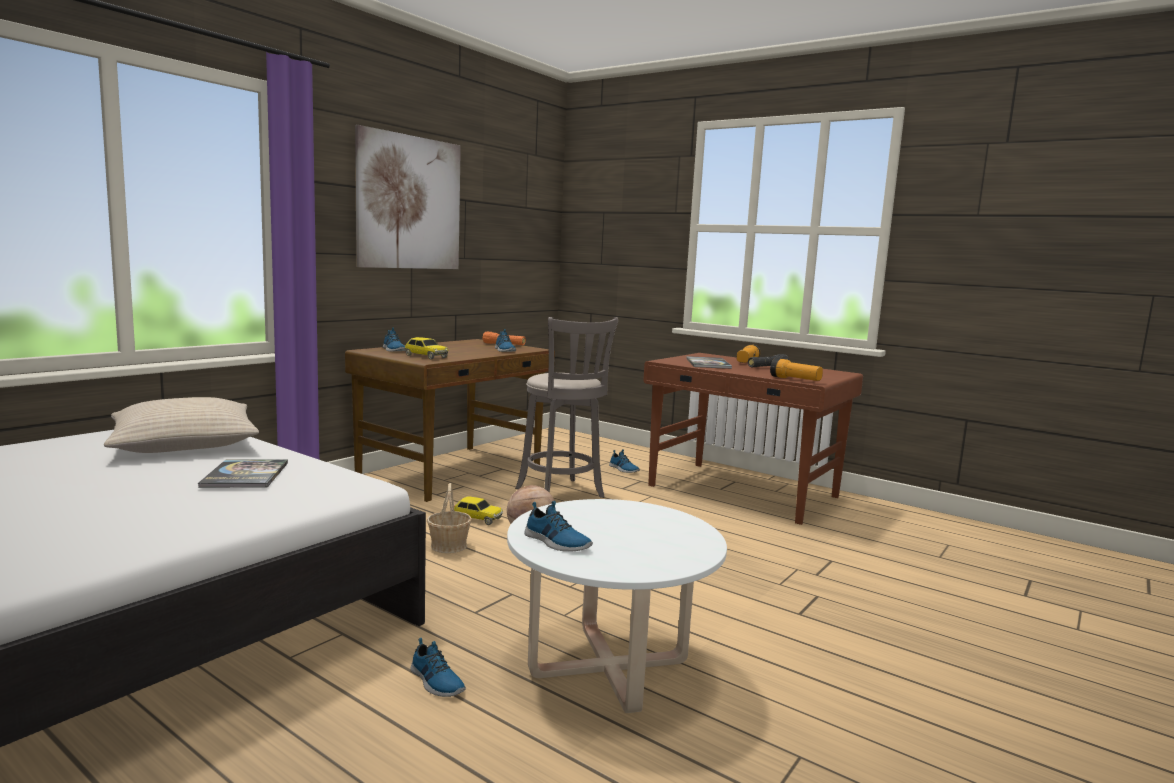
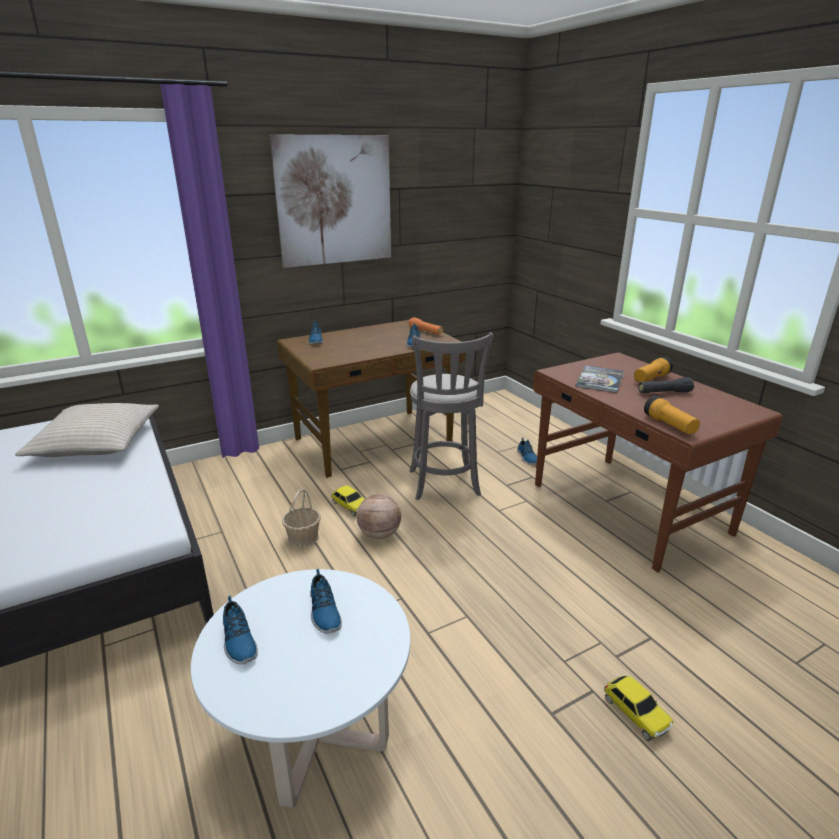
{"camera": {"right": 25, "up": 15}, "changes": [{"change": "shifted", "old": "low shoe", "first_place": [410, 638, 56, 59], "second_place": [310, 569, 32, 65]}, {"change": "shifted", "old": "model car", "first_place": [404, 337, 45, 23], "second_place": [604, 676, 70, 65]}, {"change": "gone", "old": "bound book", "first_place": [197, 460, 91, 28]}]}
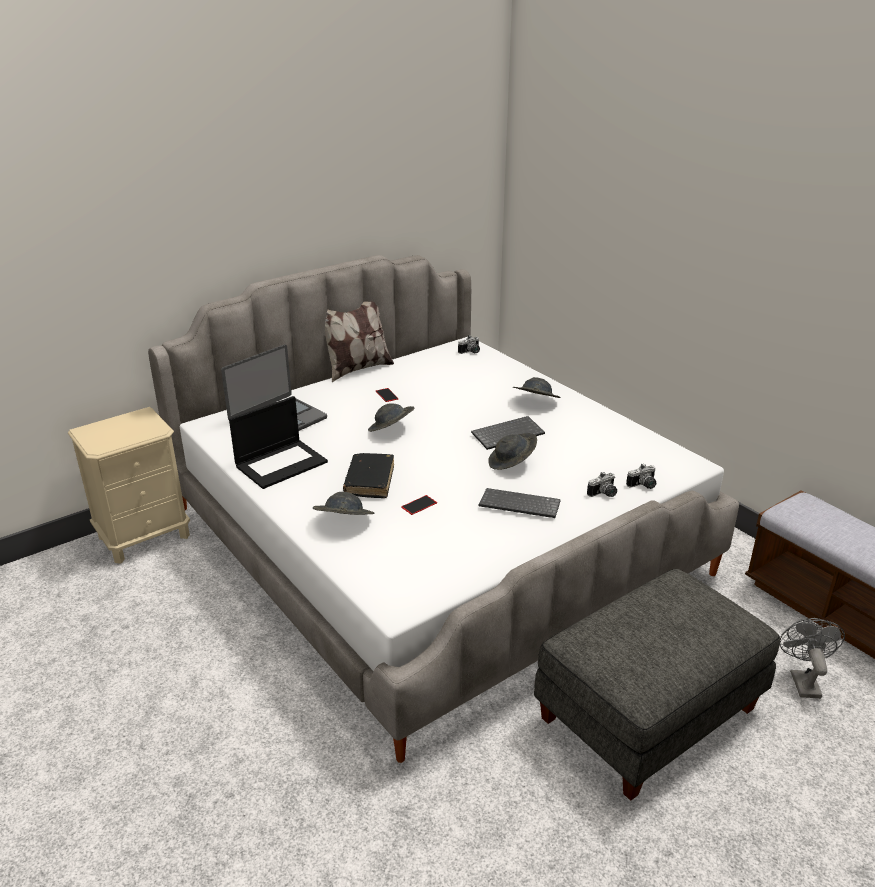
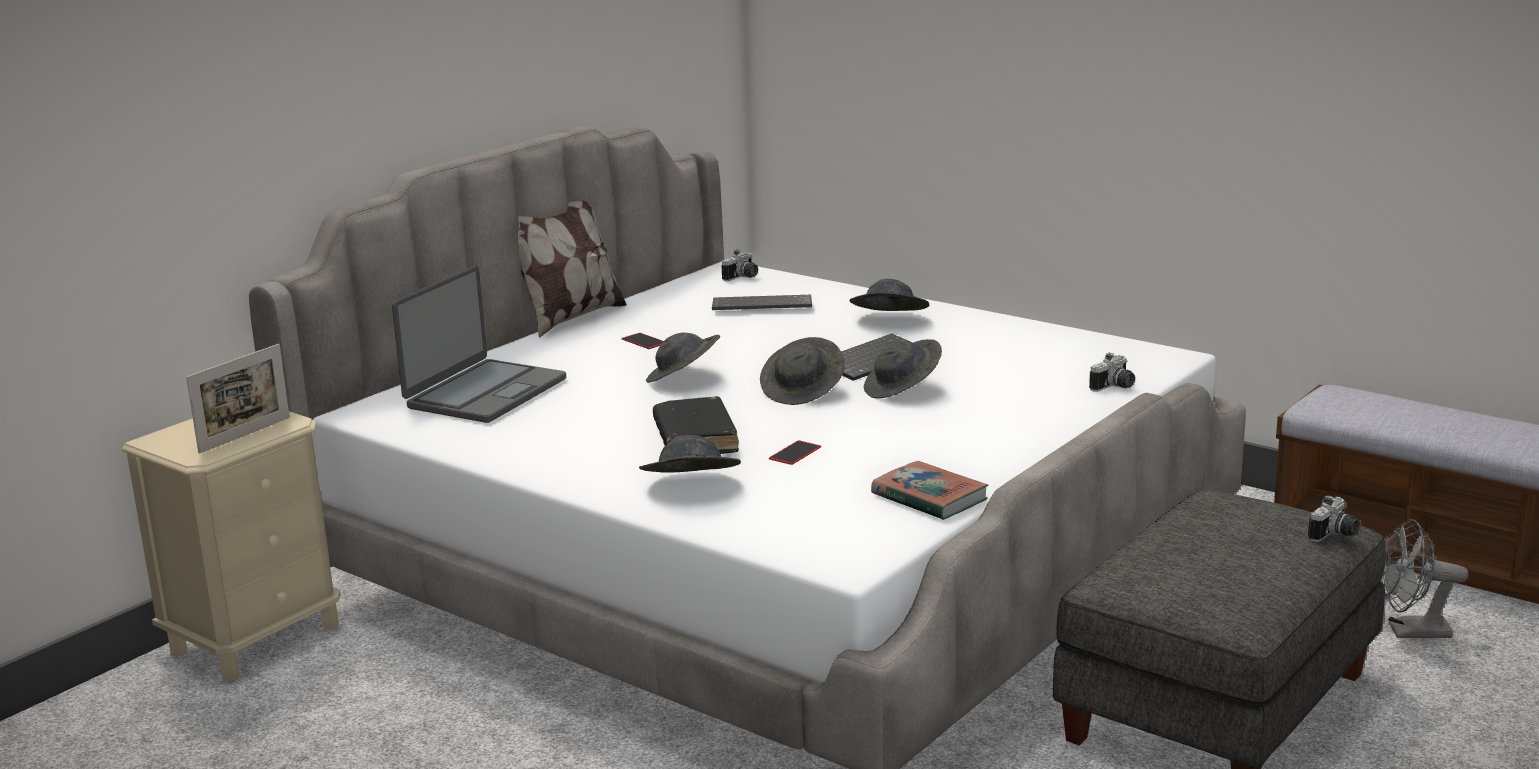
{"camera": {"right": -15, "up": -10}, "changes": [{"change": "new", "new": "picture frame", "second_place": [186, 344, 104, 110]}, {"change": "shifted", "old": "keyboard", "first_place": [479, 488, 82, 30], "second_place": [712, 295, 100, 15]}, {"change": "new", "new": "wearable hat (greyish)", "second_place": [760, 337, 85, 68]}, {"change": "new", "new": "bound book", "second_place": [871, 461, 117, 59]}, {"change": "shifted", "old": "still camera", "first_place": [587, 472, 30, 25], "second_place": [1308, 495, 51, 47]}, {"change": "rotated", "old": "cooling fan (greyish)", "first_place": [780, 618, 65, 80], "second_place": [1380, 519, 88, 119], "degrees": -75}, {"change": "gone", "old": "laptop", "first_place": [229, 396, 99, 93]}]}
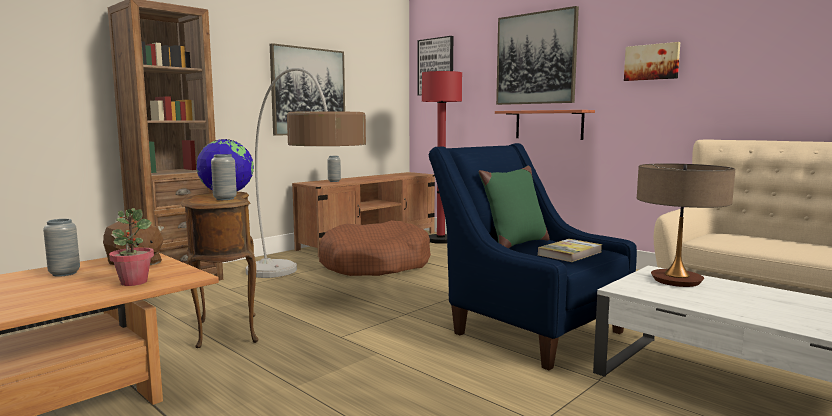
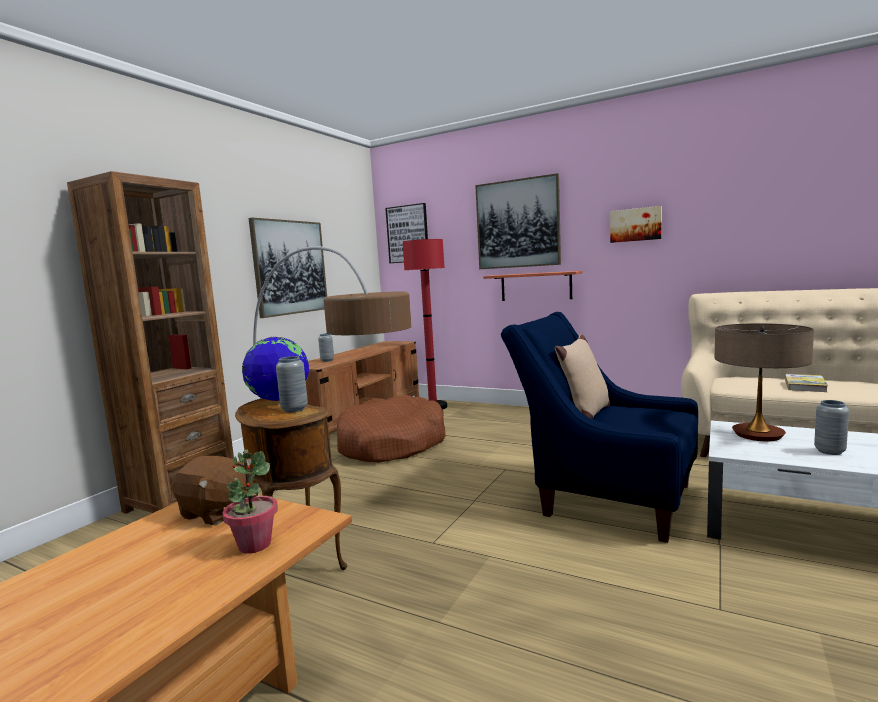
{"camera": {"right": -15, "up": 0}, "changes": [{"change": "repainted", "old": "cushion (green-coloured)", "new": "cushion (sand-coloured)", "first_place": [479, 166, 71, 82], "second_place": [555, 334, 55, 85]}, {"change": "shifted", "old": "bound book", "first_place": [538, 239, 65, 23], "second_place": [785, 374, 43, 18]}, {"change": "shifted", "old": "decorative vase (greyish)", "first_place": [43, 219, 37, 58], "second_place": [814, 400, 35, 55]}]}
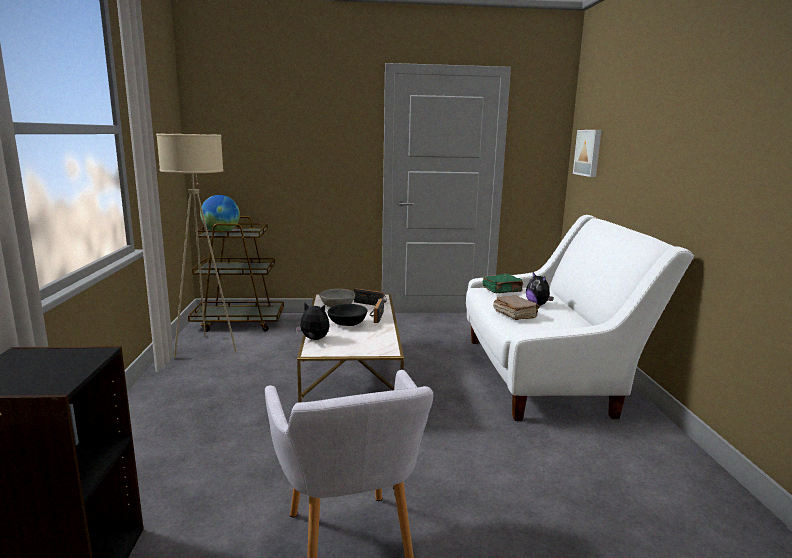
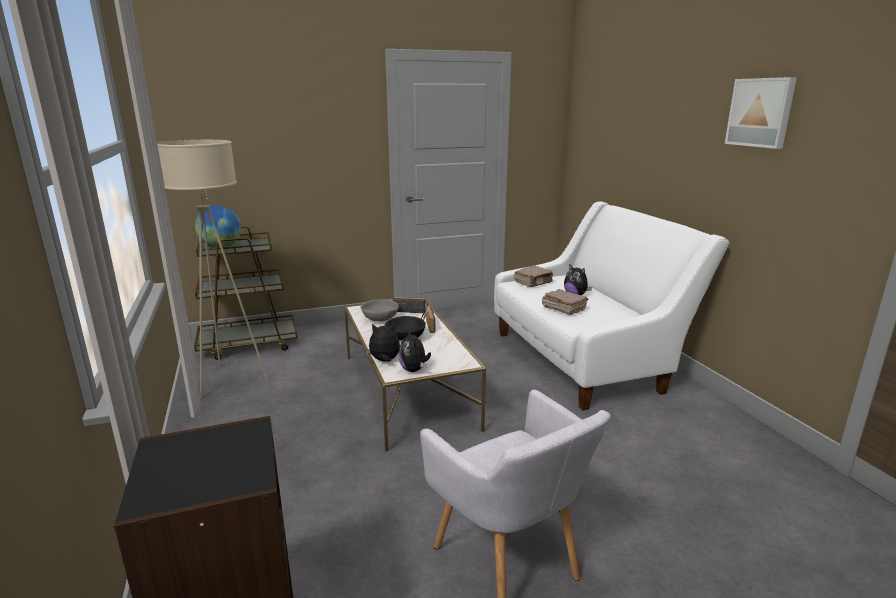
{"camera": {"right": -15, "up": 5}, "changes": [{"change": "new", "new": "cuddly toy", "second_place": [398, 330, 33, 42]}, {"change": "repainted", "old": "bound book (green-coloured)", "new": "bound book (brown-coloured)", "first_place": [483, 274, 40, 19], "second_place": [514, 266, 39, 21]}, {"change": "shifted", "old": "wall picture", "first_place": [573, 130, 28, 47], "second_place": [725, 77, 72, 72]}]}
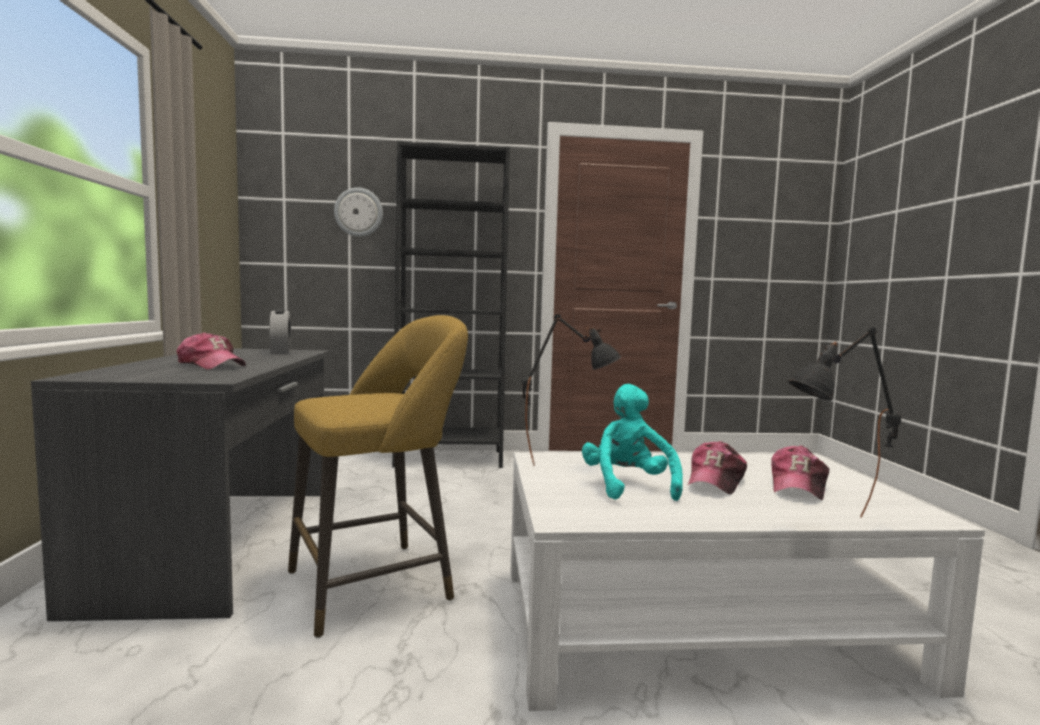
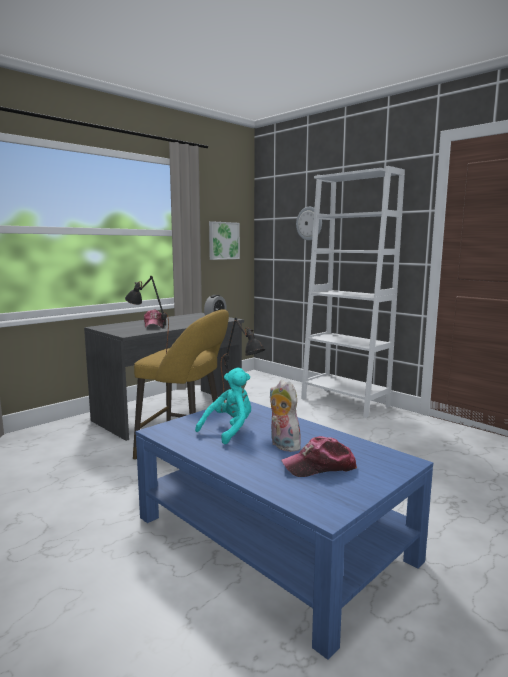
{"camera": {"right": 50, "up": 5}, "changes": [{"change": "shifted", "old": "lamp for a table (black)", "first_place": [788, 327, 114, 190], "second_place": [125, 276, 44, 77]}, {"change": "repainted", "old": "low table (white-coloured)", "new": "low table (bluish)", "first_place": [510, 452, 475, 259], "second_place": [135, 401, 298, 259]}, {"change": "new", "new": "wall picture", "second_place": [209, 221, 31, 39]}, {"change": "swapped", "old": "cap", "new": "cuddly toy", "first_place": [687, 441, 60, 53], "second_place": [270, 380, 31, 72]}, {"change": "repainted", "old": "bookshelf (black)", "new": "bookshelf (white-coloured)", "first_place": [392, 142, 118, 326], "second_place": [301, 166, 104, 252]}]}
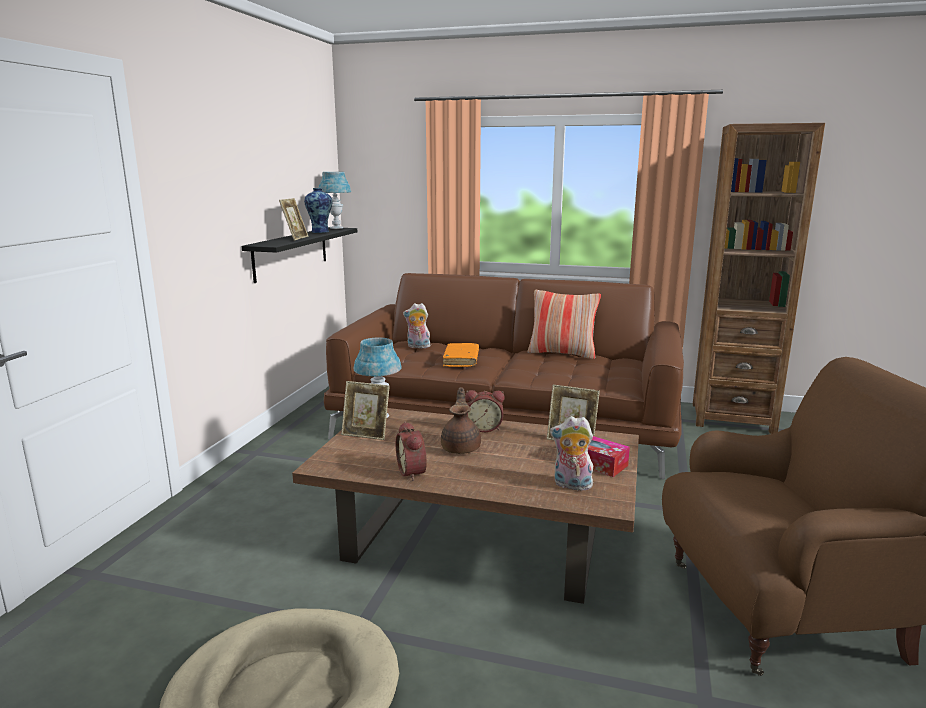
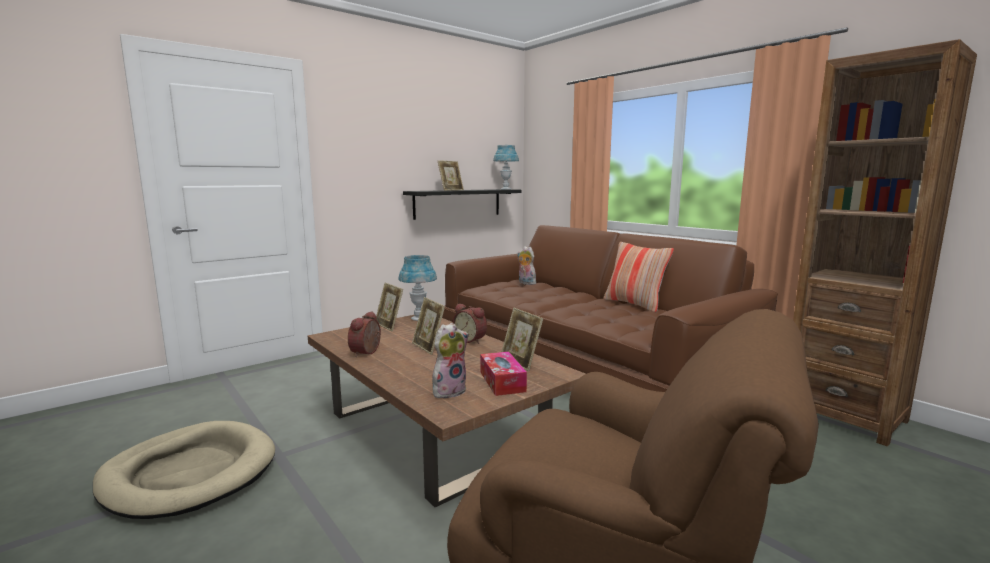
{"camera": {"right": 35, "up": -5}, "changes": [{"change": "swapped", "old": "tea pot (brown-coloured)", "new": "picture frame", "first_place": [441, 387, 40, 67], "second_place": [412, 297, 33, 58]}, {"change": "rotated", "old": "cuddly toy", "first_place": [550, 416, 43, 75], "second_place": [432, 323, 37, 77], "degrees": 90}, {"change": "gone", "old": "decorative vase", "first_place": [304, 188, 28, 45]}, {"change": "gone", "old": "bound book (orange-coloured)", "first_place": [443, 343, 36, 24]}]}
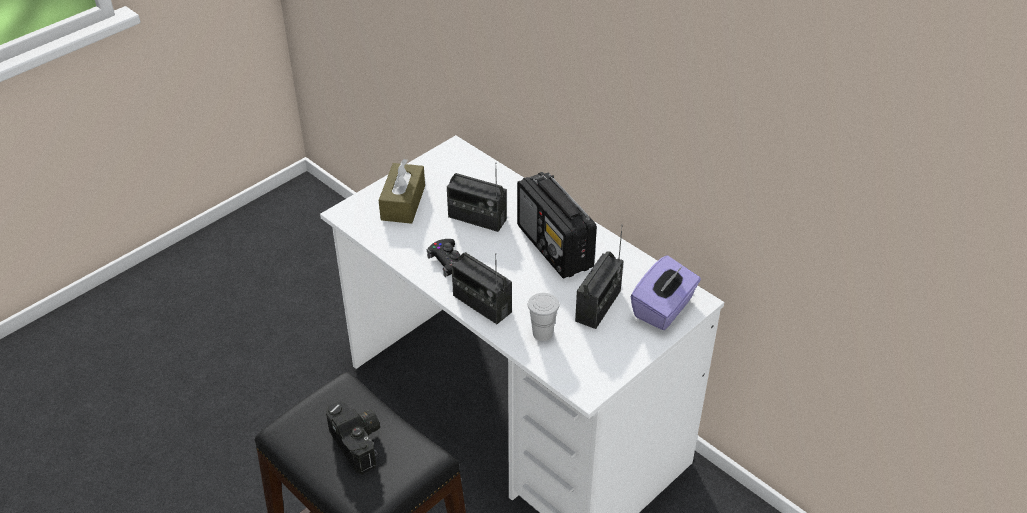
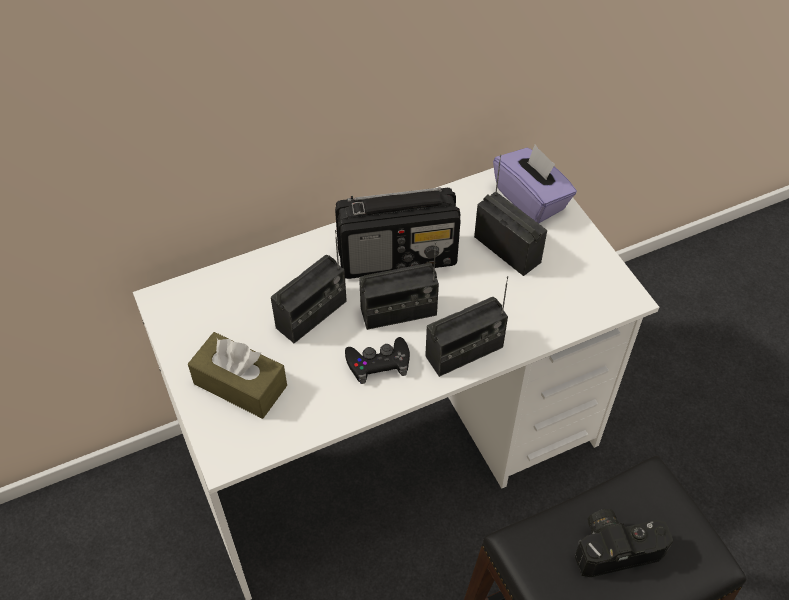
{"camera": {"right": -70, "up": 10}, "changes": [{"change": "new", "new": "radio set", "second_place": [359, 242, 80, 88]}, {"change": "gone", "old": "cup (white-coloured)", "first_place": [528, 293, 31, 48]}]}
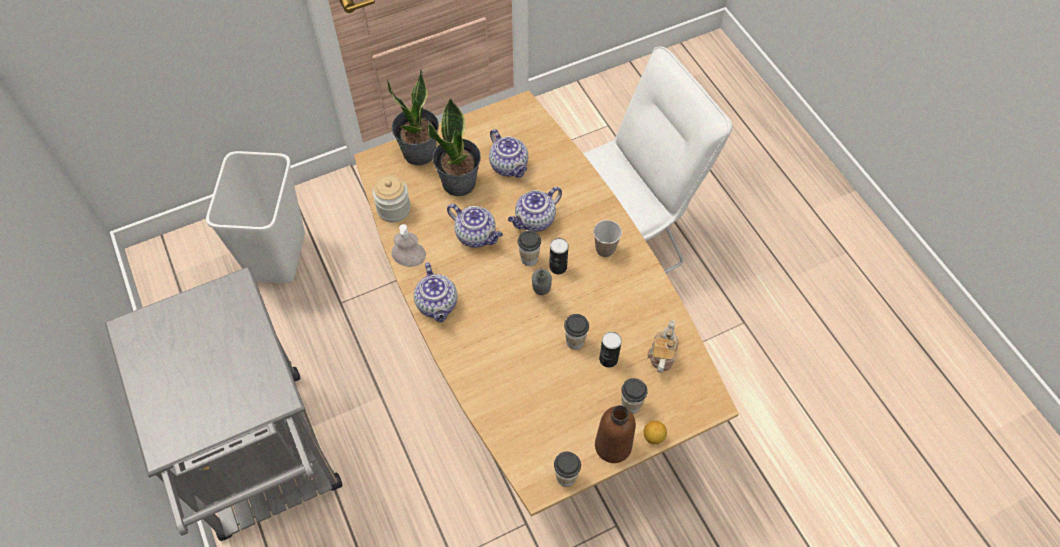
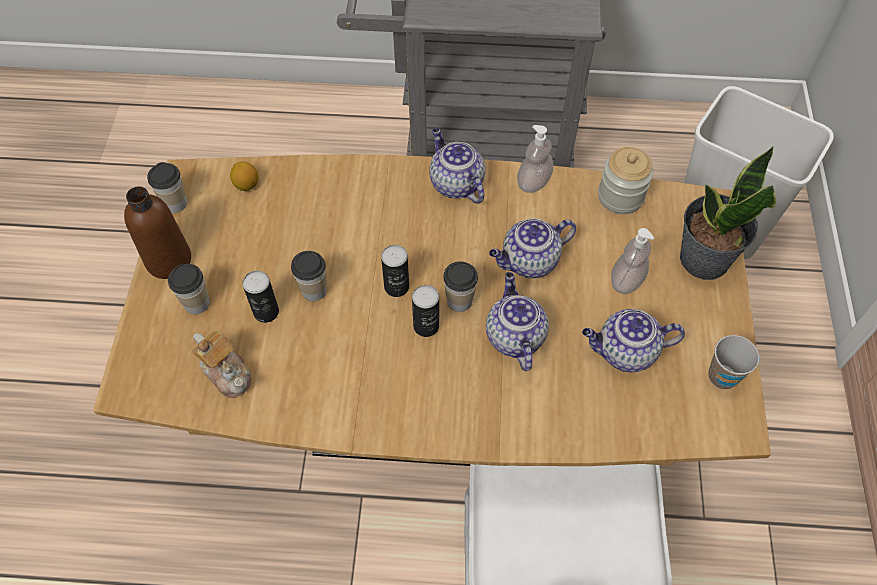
{"camera": {"right": 120, "up": 0}, "changes": [{"change": "shifted", "old": "whole lemon", "first_place": [644, 421, 23, 23], "second_place": [230, 162, 29, 29]}, {"change": "swapped", "old": "bottle (greyish)", "new": "metal can", "first_place": [532, 269, 20, 27], "second_place": [381, 245, 28, 52]}, {"change": "rotated", "old": "tea pot", "first_place": [414, 262, 44, 60], "second_place": [430, 128, 55, 76], "degrees": 45}, {"change": "swapped", "old": "potted plant", "new": "soap bottle", "first_place": [428, 98, 53, 98], "second_place": [611, 228, 43, 66]}, {"change": "shifted", "old": "cup", "first_place": [593, 220, 29, 37], "second_place": [709, 335, 51, 54]}]}
